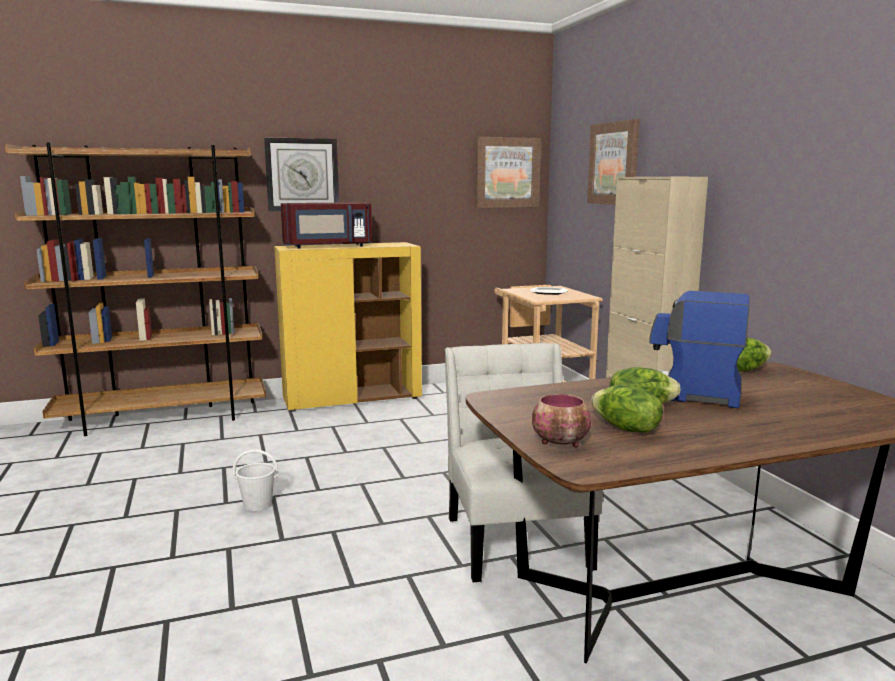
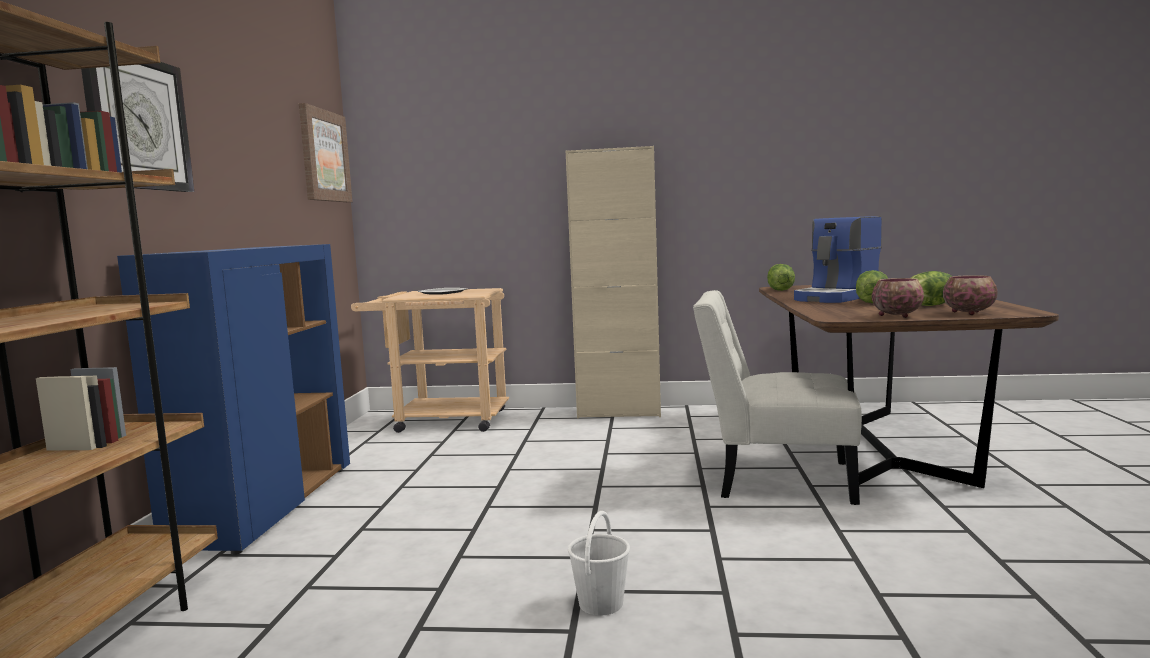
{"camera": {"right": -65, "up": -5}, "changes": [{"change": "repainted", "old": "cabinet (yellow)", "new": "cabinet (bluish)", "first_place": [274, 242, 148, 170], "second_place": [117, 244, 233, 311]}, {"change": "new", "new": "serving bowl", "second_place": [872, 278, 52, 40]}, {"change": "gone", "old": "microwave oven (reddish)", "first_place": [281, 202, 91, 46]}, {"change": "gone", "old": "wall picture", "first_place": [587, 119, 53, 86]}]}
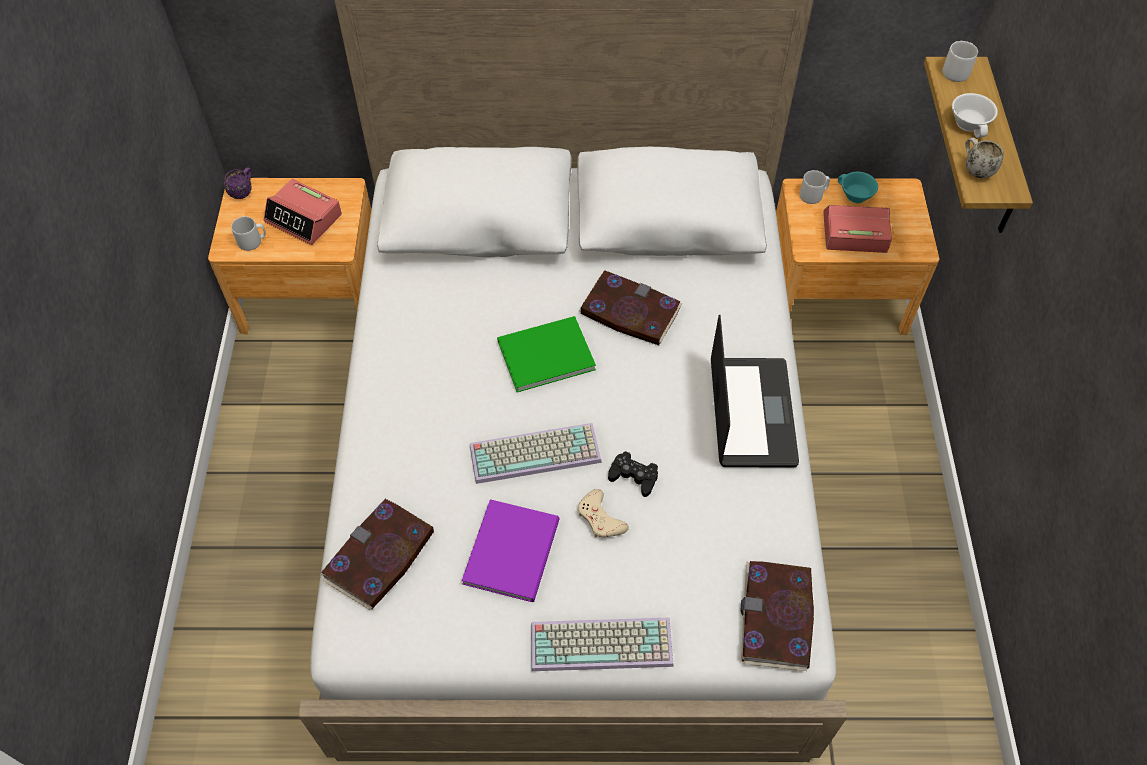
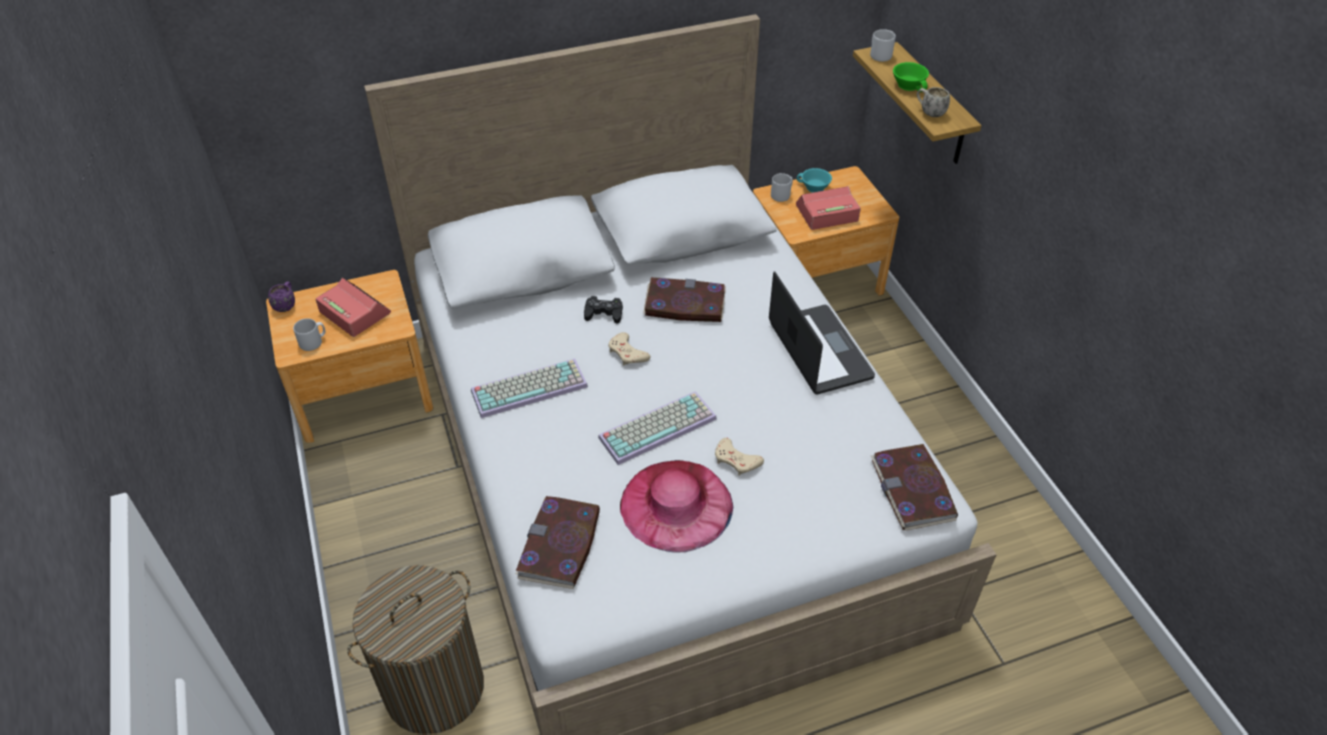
{"camera": {"right": -20, "up": -10}, "changes": [{"change": "rotated", "old": "bedside clock", "first_place": [264, 179, 78, 66], "second_place": [316, 278, 75, 59], "degrees": -150}, {"change": "new", "new": "laundry basket", "second_place": [347, 565, 137, 170]}, {"change": "shifted", "old": "keyboard", "first_place": [531, 618, 143, 53], "second_place": [471, 358, 117, 60]}, {"change": "shifted", "old": "game controller (black)", "first_place": [608, 451, 50, 46], "second_place": [584, 296, 39, 28]}, {"change": "swapped", "old": "bound book (green-coloured)", "new": "game controller (sand-coloured)", "first_place": [497, 316, 99, 76], "second_place": [608, 332, 43, 33]}, {"change": "swapped", "old": "bound book (purple)", "new": "wearable hat (pink)", "first_place": [462, 499, 97, 103], "second_place": [620, 460, 113, 93]}, {"change": "repainted", "old": "cup (white-coloured)", "new": "cup (green-coloured)", "first_place": [952, 93, 46, 45], "second_place": [893, 62, 36, 30]}]}
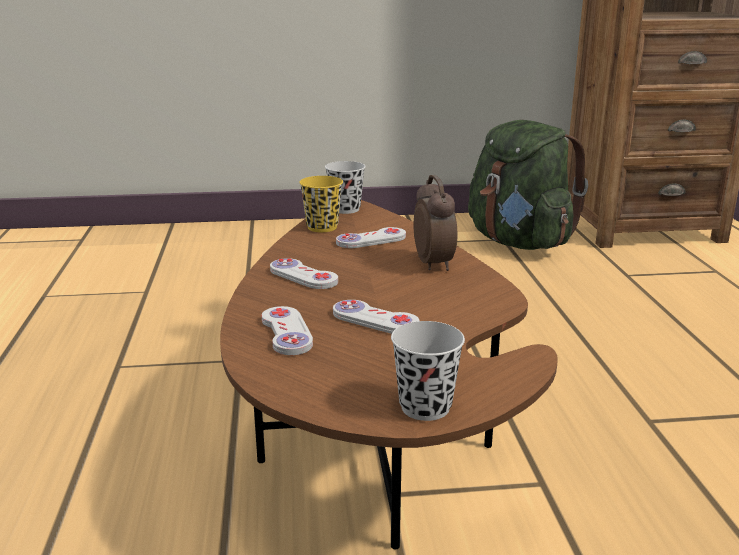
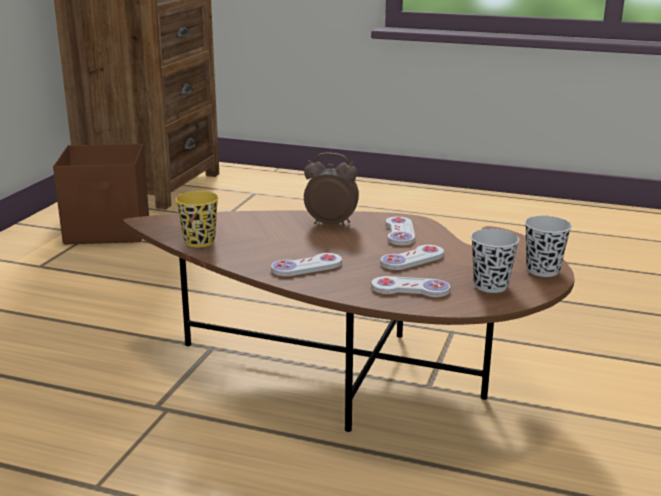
{"camera": {"right": -65, "up": 0}, "changes": [{"change": "swapped", "old": "backpack (green-coloured)", "new": "storage bin (brown-coloured)", "first_place": [468, 120, 120, 130], "second_place": [53, 144, 96, 100]}, {"change": "shifted", "old": "game controller (white-coloured)", "first_place": [336, 227, 70, 21], "second_place": [385, 216, 30, 30]}, {"change": "shifted", "old": "cup (black)", "first_place": [325, 161, 41, 53], "second_place": [471, 229, 48, 64]}]}
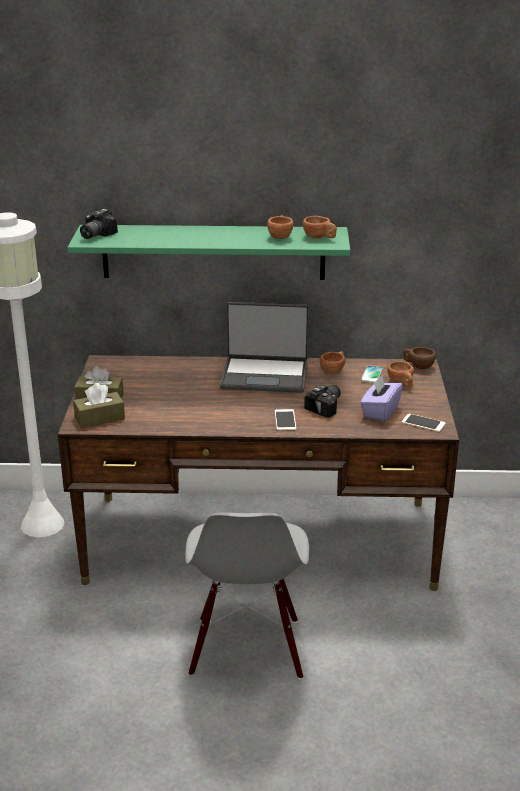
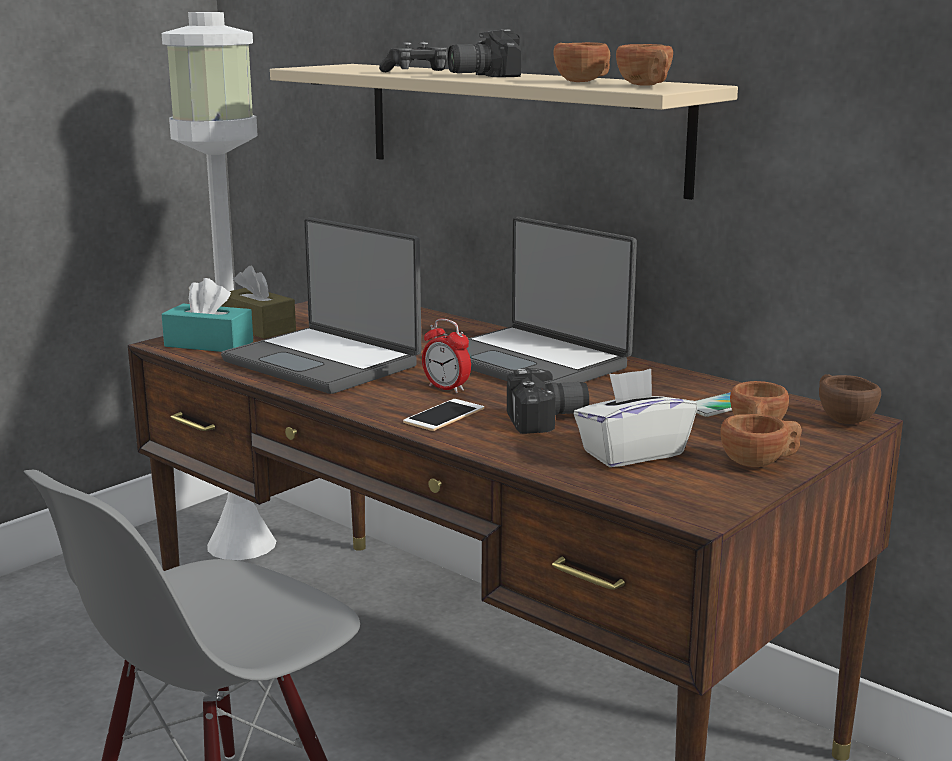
{"camera": {"right": 40, "up": -10}, "changes": [{"change": "repainted", "old": "box of tissues (brown-coloured)", "new": "box of tissues (turquoise-coloured)", "first_place": [73, 383, 52, 45], "second_place": [162, 278, 91, 74]}, {"change": "new", "new": "laptop", "second_place": [221, 217, 200, 177]}, {"change": "repainted", "old": "bracket shelf (green-coloured)", "new": "bracket shelf (sand-coloured)", "first_place": [67, 225, 283, 55], "second_place": [270, 64, 468, 136]}, {"change": "new", "new": "game controller", "second_place": [379, 42, 68, 30]}, {"change": "new", "new": "bedside clock", "second_place": [422, 318, 49, 75]}, {"change": "shifted", "old": "still camera", "first_place": [80, 209, 38, 30], "second_place": [448, 29, 73, 48]}, {"change": "repainted", "old": "box of tissues (purple)", "new": "box of tissues (white-coloured)", "first_place": [360, 375, 43, 47], "second_place": [574, 369, 123, 98]}, {"change": "shifted", "old": "cup (brown-coloured)", "first_place": [320, 351, 26, 23], "second_place": [720, 414, 82, 53]}, {"change": "gone", "old": "phone", "first_place": [402, 414, 44, 18]}]}
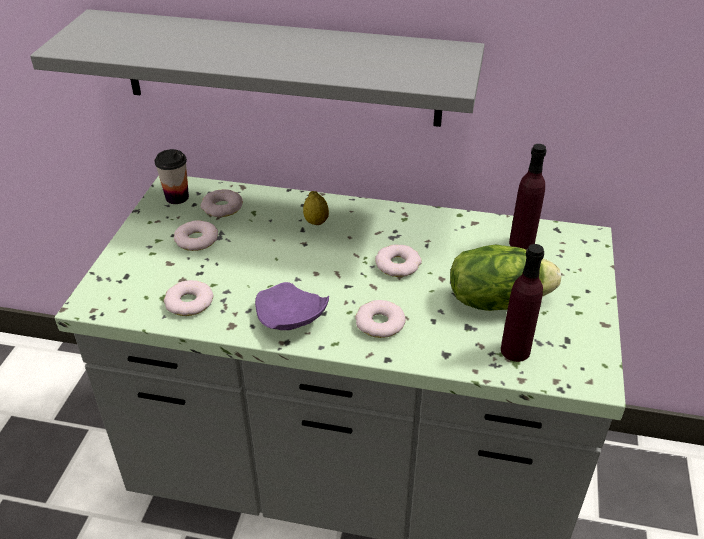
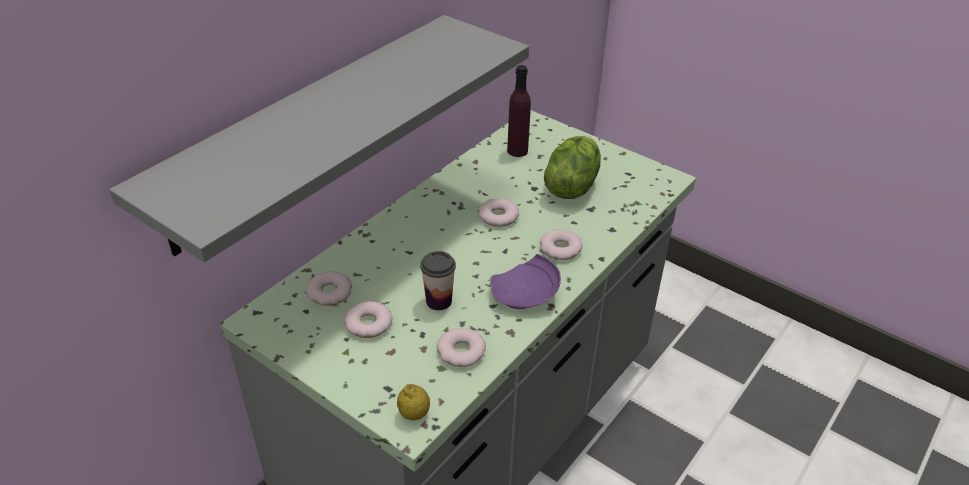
{"camera": {"right": -65, "up": 0}, "changes": [{"change": "shifted", "old": "whole lemon", "first_place": [303, 191, 26, 34], "second_place": [397, 384, 33, 37]}, {"change": "shifted", "old": "cup", "first_place": [154, 149, 35, 55], "second_place": [420, 251, 36, 59]}, {"change": "gone", "old": "bottle (purple)", "first_place": [501, 244, 43, 118]}]}
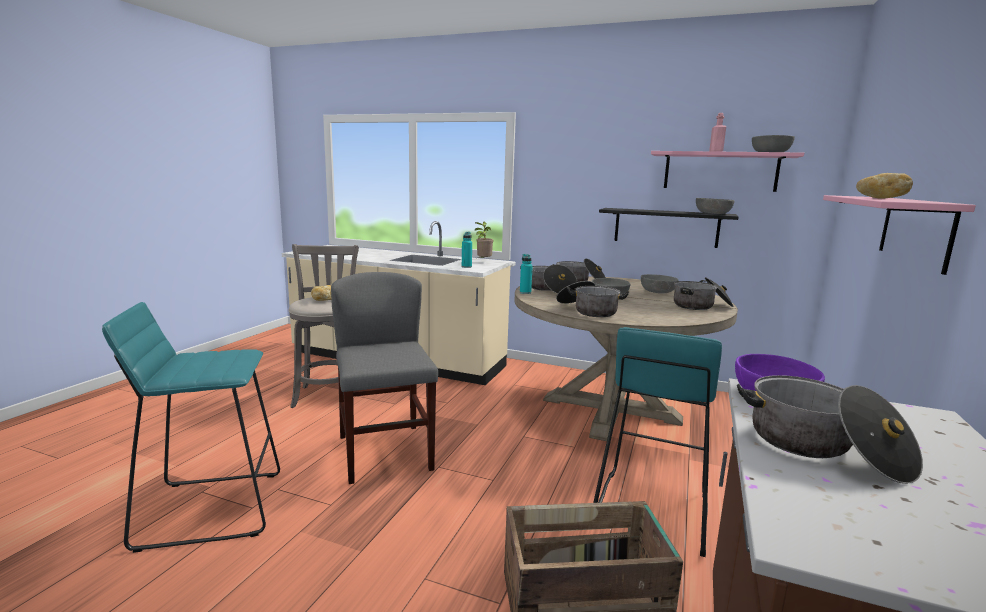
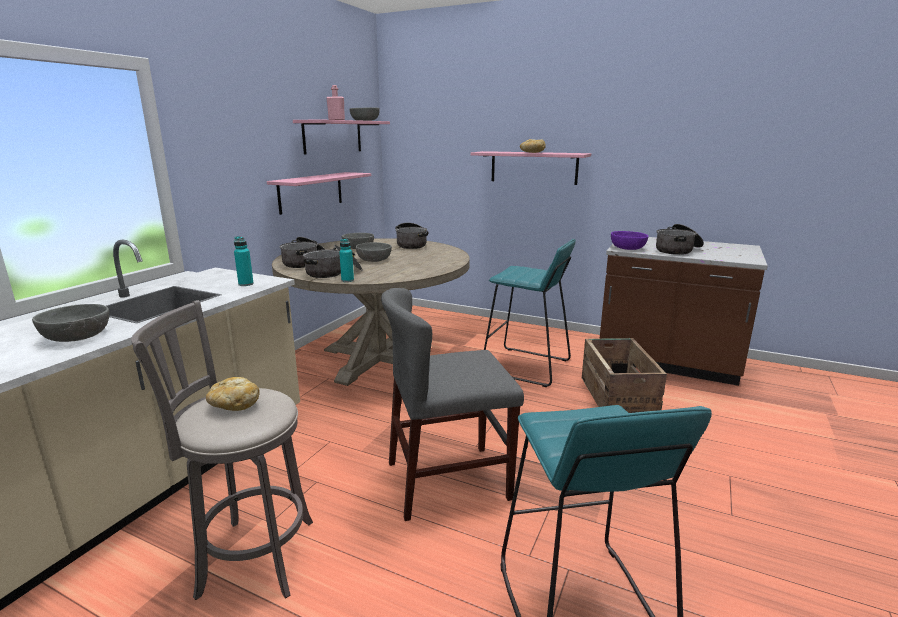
{"camera": {"right": -85, "up": 5}, "changes": [{"change": "shifted", "old": "serving bowl (greyish)", "first_place": [696, 198, 39, 16], "second_place": [32, 304, 77, 38]}, {"change": "repainted", "old": "bracket shelf (black)", "new": "bracket shelf (pink)", "first_place": [599, 208, 140, 40], "second_place": [267, 172, 104, 43]}, {"change": "gone", "old": "potted plant", "first_place": [475, 222, 18, 38]}, {"change": "gone", "old": "stockpot", "first_place": [556, 281, 73, 36]}]}
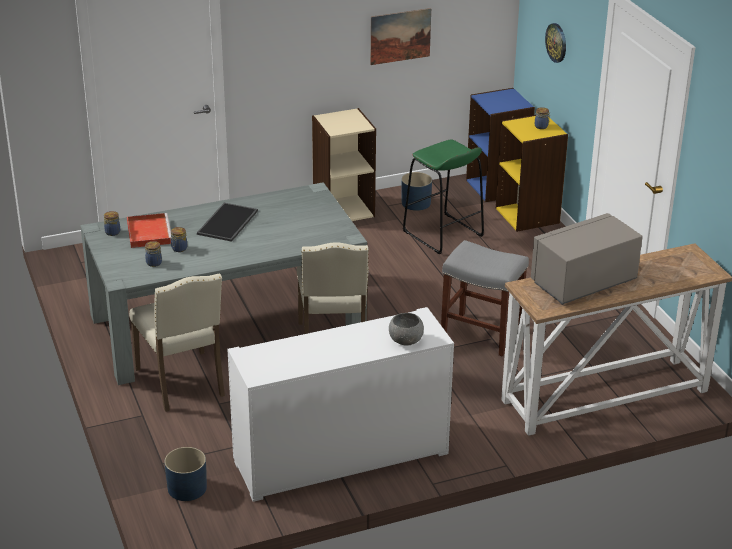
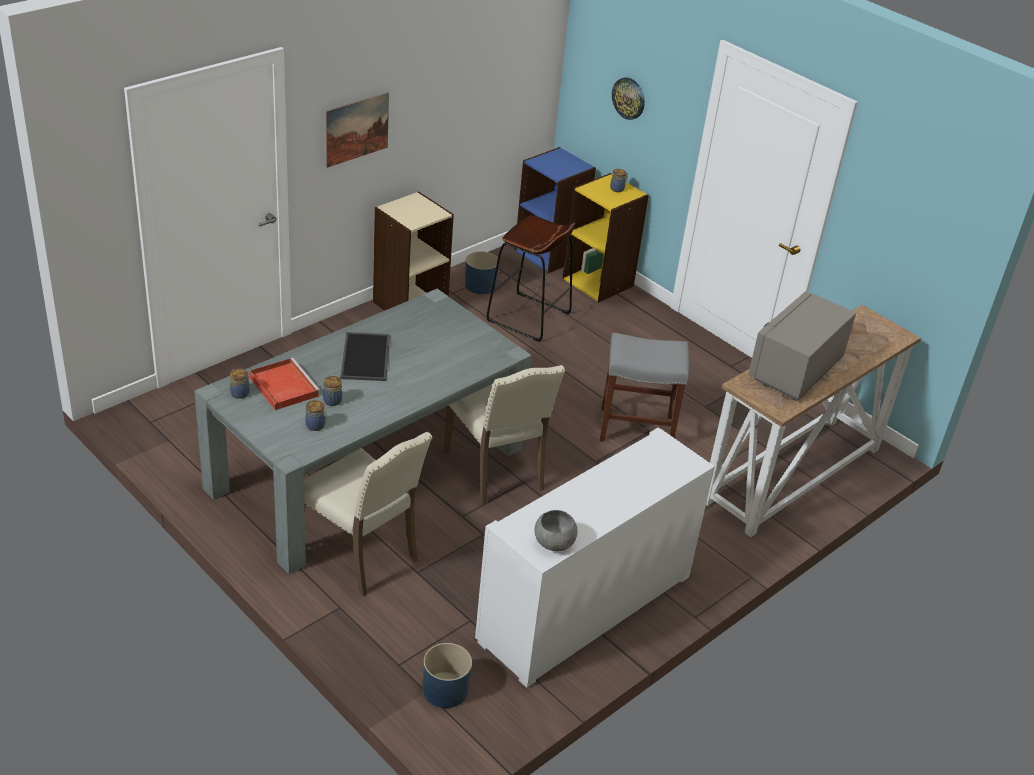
{"camera": {"right": -25, "up": 5}, "changes": [{"change": "shifted", "old": "wall picture", "first_place": [370, 8, 61, 57], "second_place": [326, 92, 63, 76]}, {"change": "repainted", "old": "stool (green-coloured)", "new": "stool (brown-coloured)", "first_place": [403, 139, 81, 115], "second_place": [487, 215, 88, 127]}, {"change": "shifted", "old": "serving bowl (greyish)", "first_place": [389, 313, 35, 32], "second_place": [534, 510, 43, 41]}]}
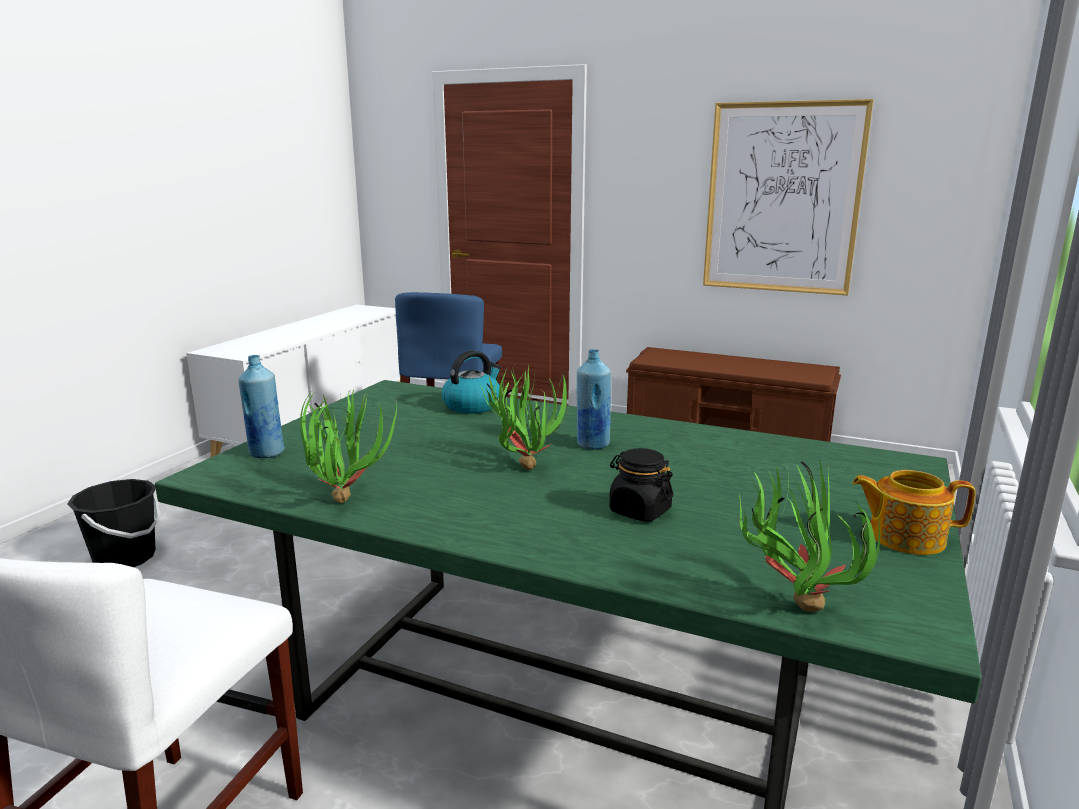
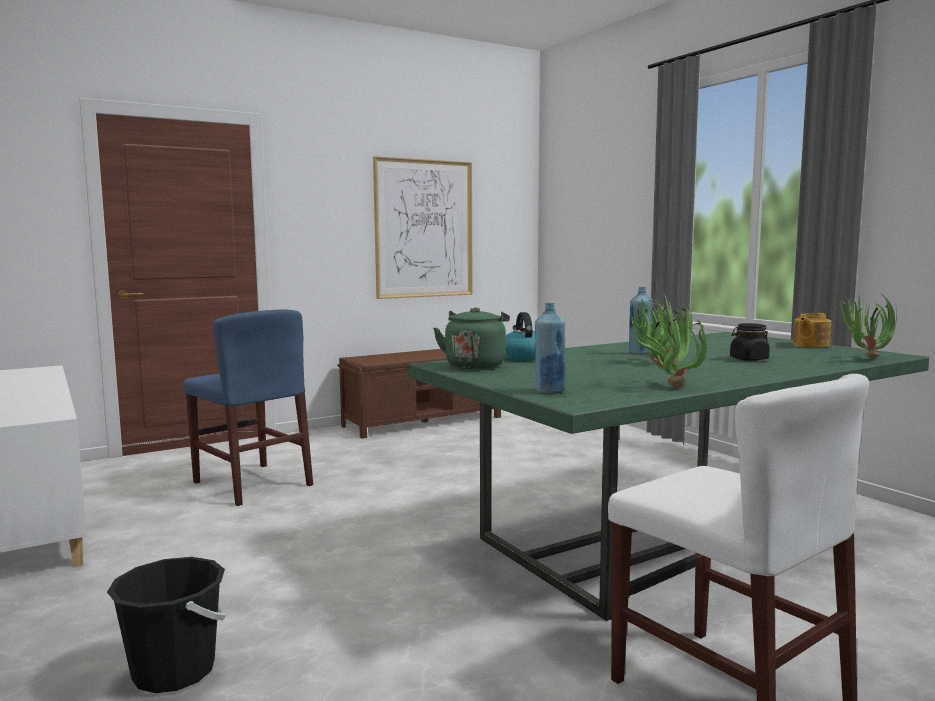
{"camera": {"right": -55, "up": -10}, "changes": [{"change": "new", "new": "kettle (green-coloured)", "second_place": [433, 307, 77, 62]}]}
